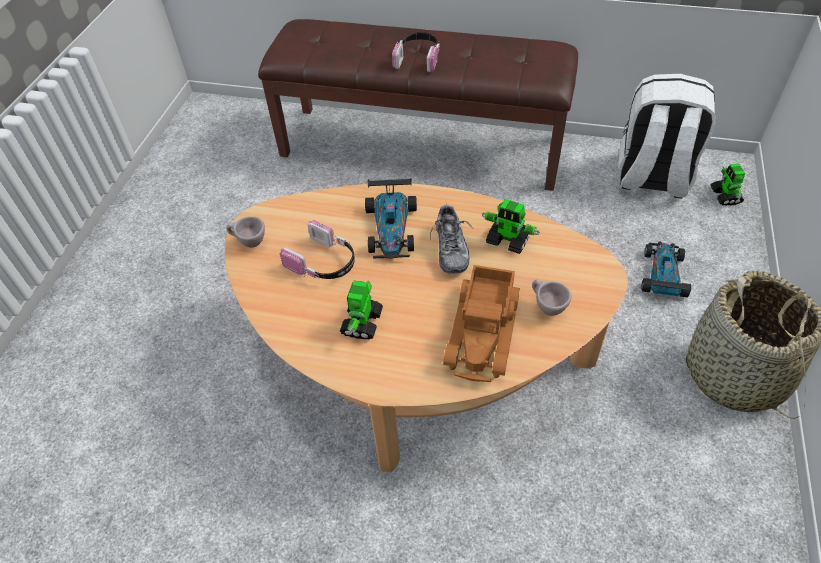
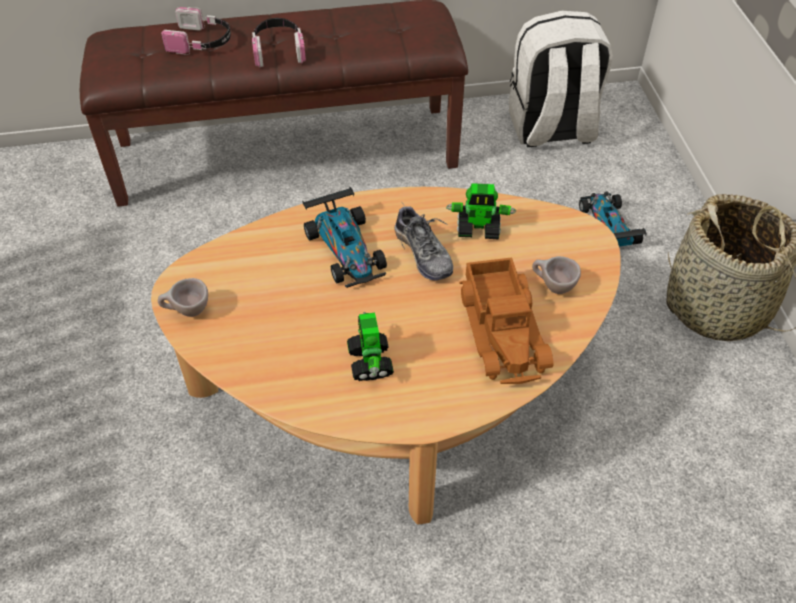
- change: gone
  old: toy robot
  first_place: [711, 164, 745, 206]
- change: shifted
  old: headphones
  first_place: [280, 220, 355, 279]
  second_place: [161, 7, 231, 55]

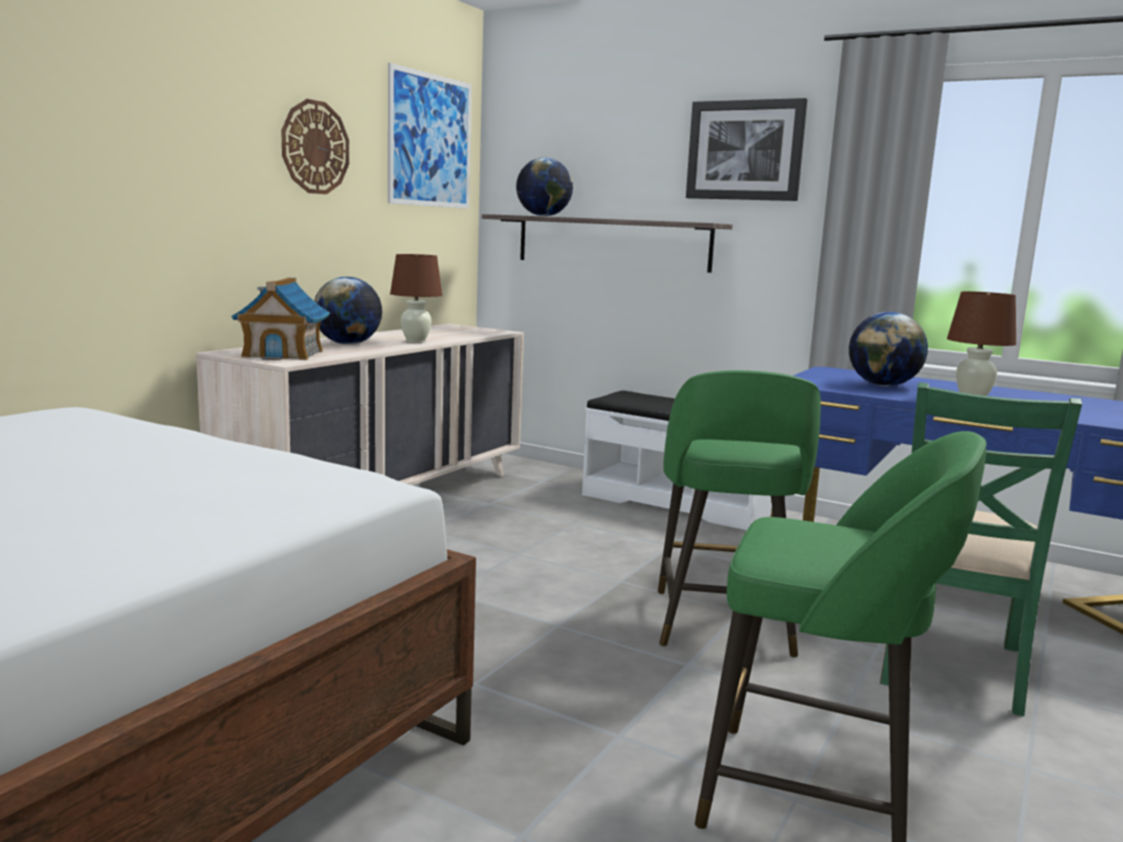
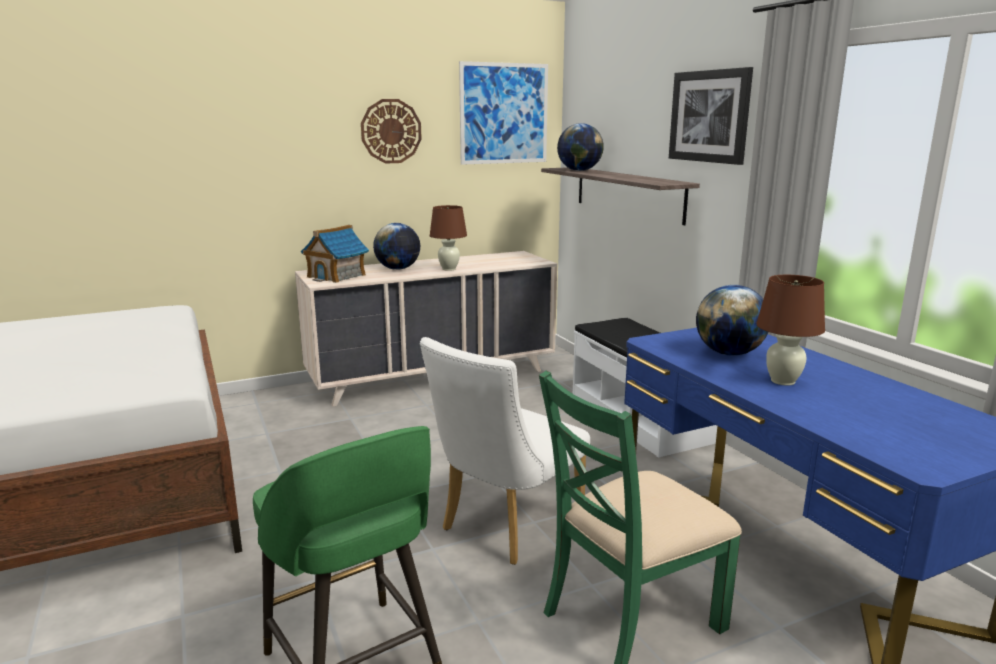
- change: swapped
  old: stool (green)
  new: chair (white)
  first_place: [658, 370, 821, 658]
  second_place: [420, 337, 590, 565]

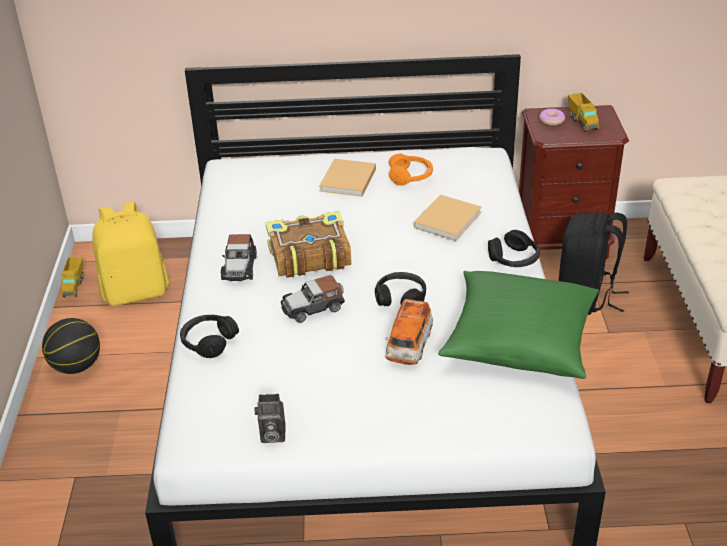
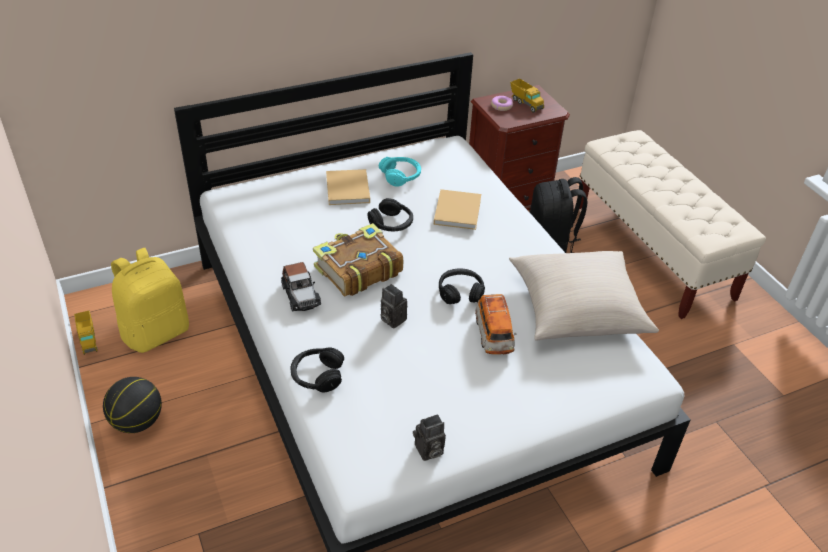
- change: repainted
  old: headphones (orange)
  new: headphones (turquoise)
  first_place: [389, 153, 433, 186]
  second_place: [379, 157, 421, 186]
- change: shifted
  old: headphones (black)
  first_place: [488, 230, 540, 267]
  second_place: [367, 198, 413, 232]
- change: repainted
  old: pillow (green)
  new: pillow (beige)
  first_place: [438, 271, 599, 379]
  second_place: [509, 251, 659, 341]
- change: swapped
  old: toy car
  new: photo camera
  first_place: [281, 275, 345, 323]
  second_place: [381, 284, 407, 328]

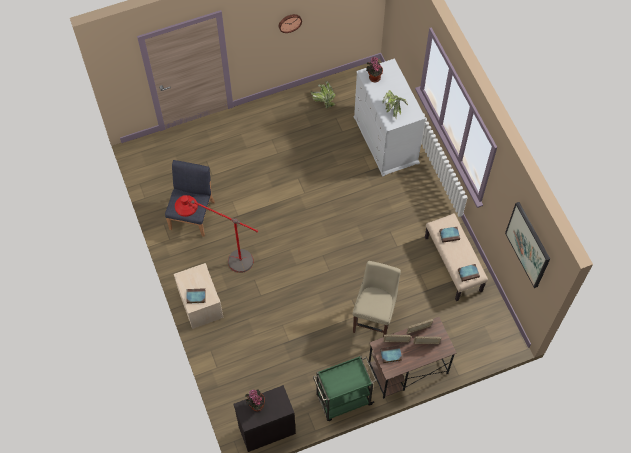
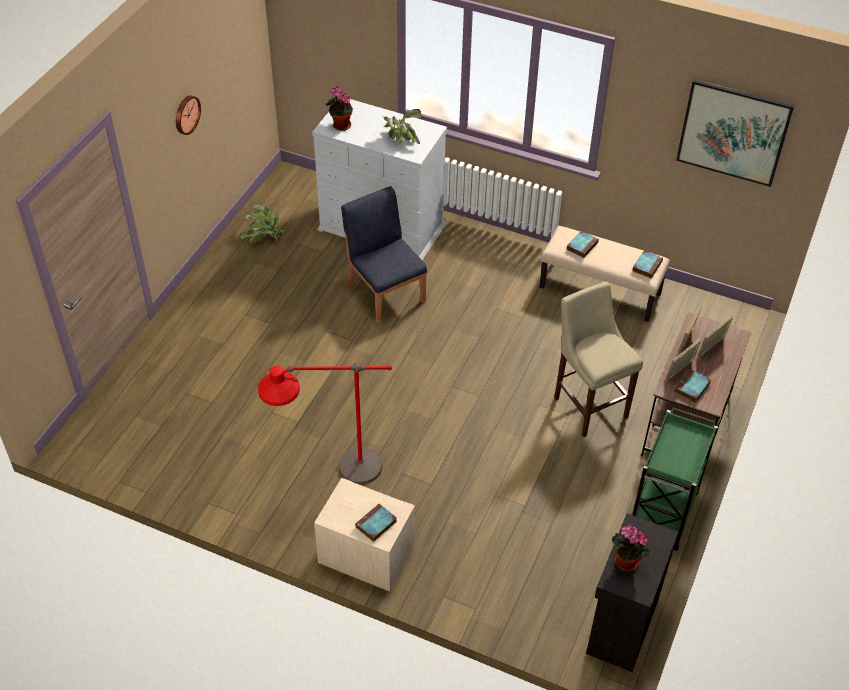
- change: shifted
  old: chair (blue)
  first_place: [165, 160, 215, 237]
  second_place: [341, 186, 427, 323]

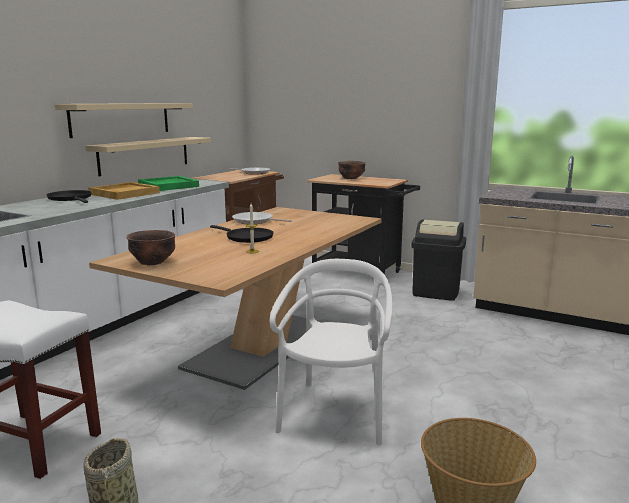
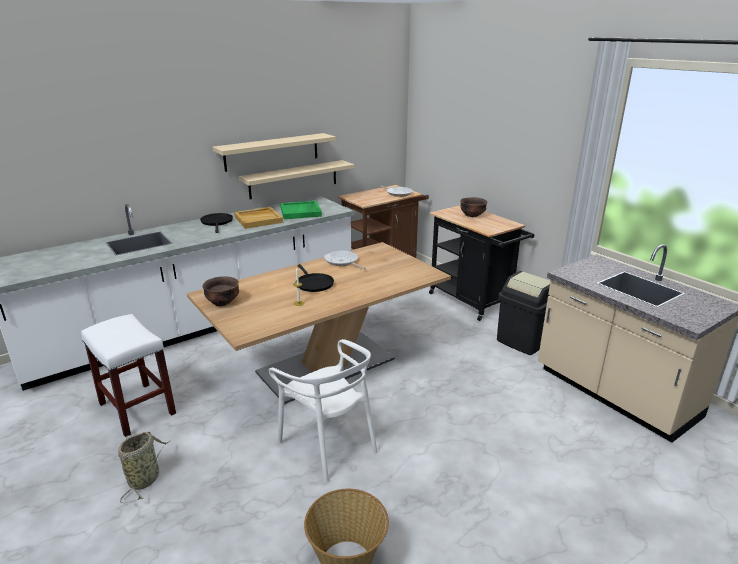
- change: rotated
  old: chair (white)
  first_place: [270, 259, 392, 445]
  second_place: [269, 339, 377, 482]
  degrees: 105

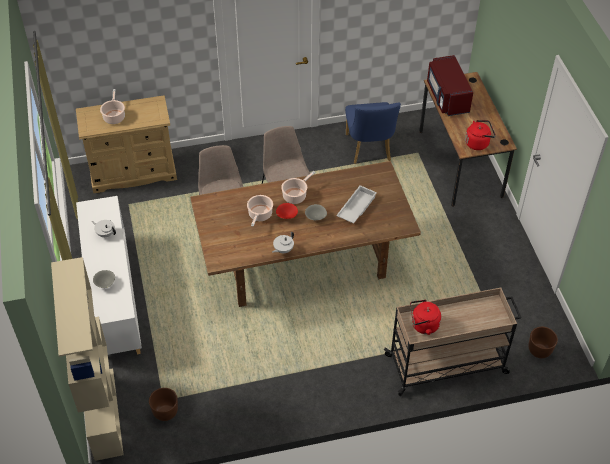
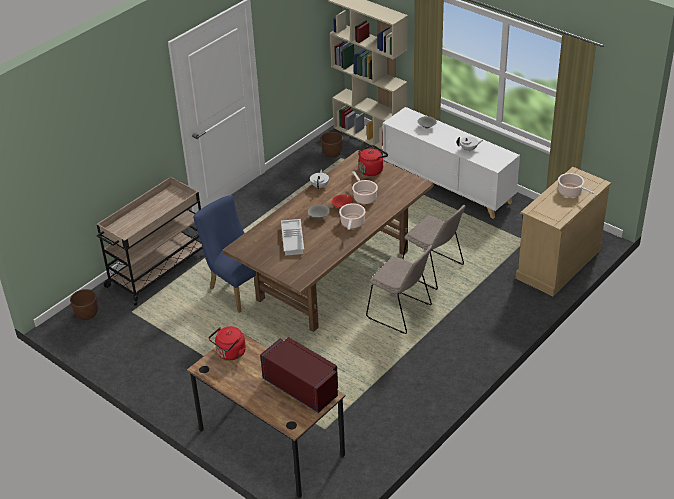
- change: shifted
  old: chair (blue)
  first_place: [345, 102, 401, 164]
  second_place: [193, 195, 274, 313]
- change: shifted
  old: kettle (red)
  first_place: [410, 300, 441, 335]
  second_place: [358, 145, 388, 176]

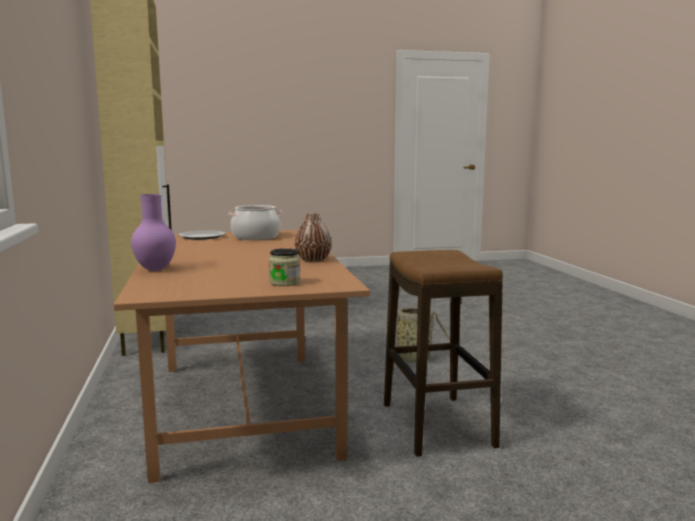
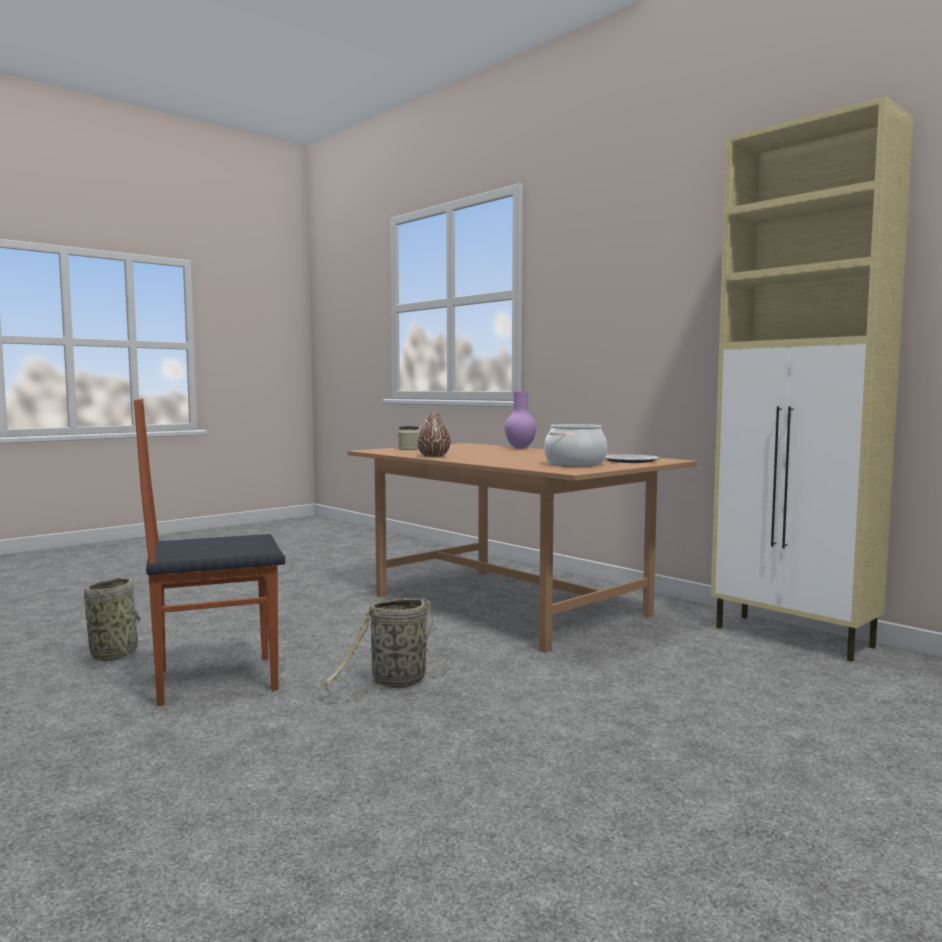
- change: gone
  old: stool
  first_place: [384, 250, 503, 457]
- change: new
  new: chair
  second_place: [134, 399, 285, 706]
- change: new
  new: basket
  second_place: [84, 577, 141, 669]

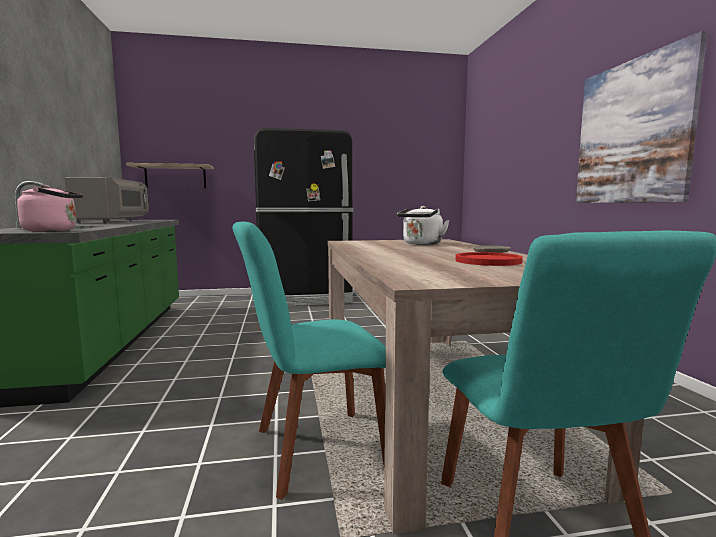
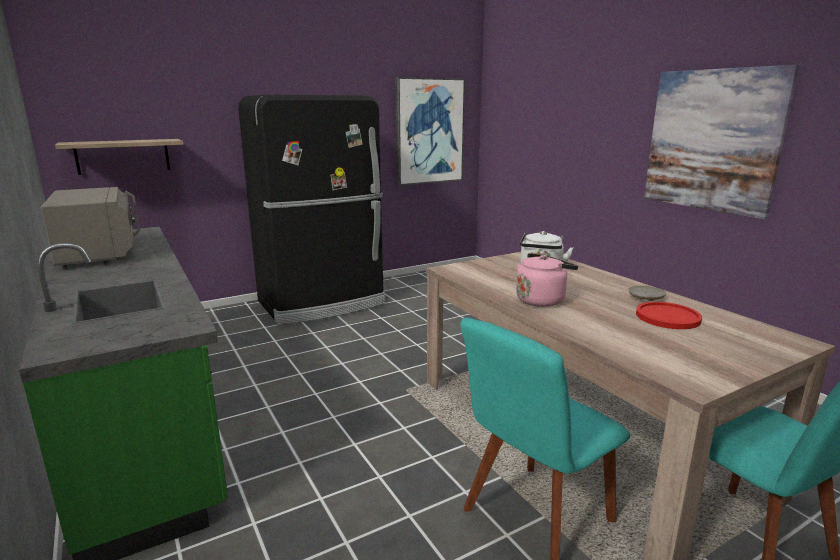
- change: shifted
  old: kettle (pink)
  first_place: [17, 185, 83, 232]
  second_place: [516, 253, 578, 307]
- change: new
  new: picture
  second_place: [395, 77, 465, 186]

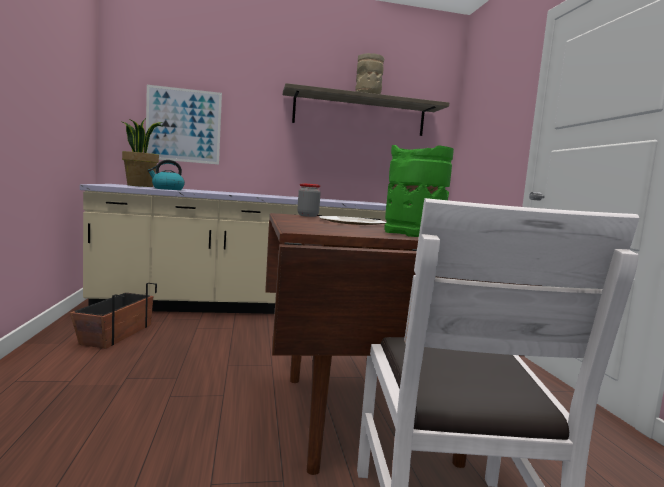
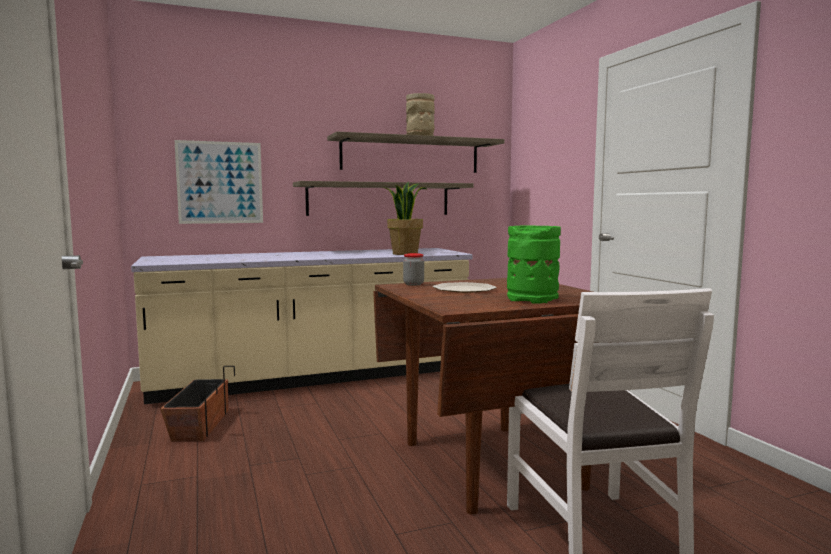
- change: shifted
  old: potted plant
  first_place: [122, 118, 164, 187]
  second_place: [383, 181, 427, 255]
- change: gone
  old: kettle
  first_place: [147, 160, 185, 190]
- change: new
  new: shelf
  second_place: [293, 181, 474, 216]

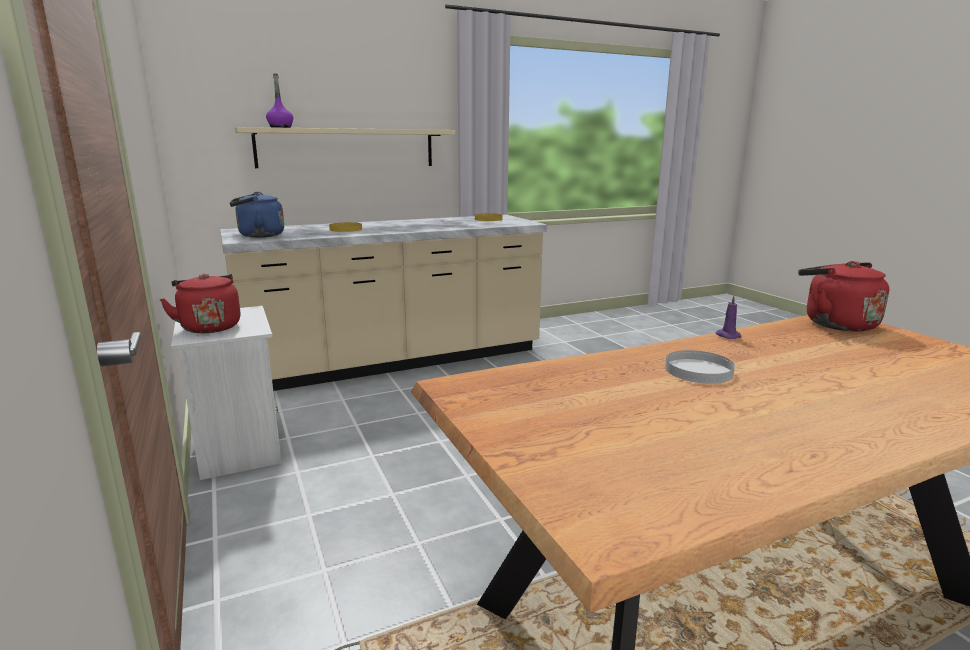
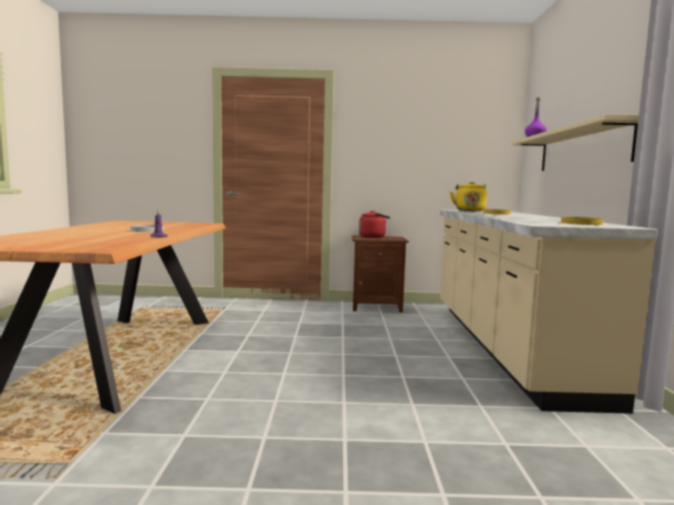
- change: repainted
  old: kettle (blue)
  new: kettle (yellow)
  first_place: [230, 192, 284, 237]
  second_place: [450, 182, 487, 211]
- change: gone
  old: kettle (red)
  first_place: [798, 261, 889, 332]
- change: repainted
  old: nightstand (white)
  new: nightstand (brown)
  first_place: [171, 306, 282, 480]
  second_place: [352, 235, 409, 312]

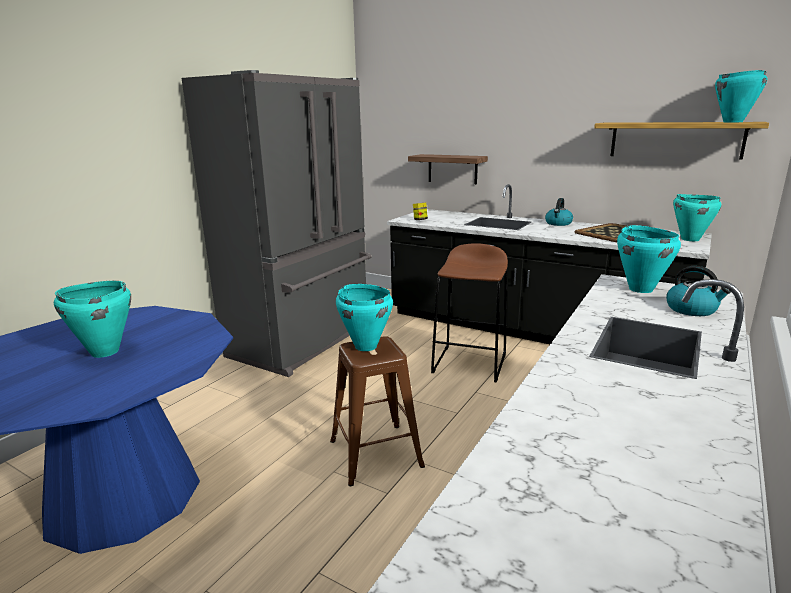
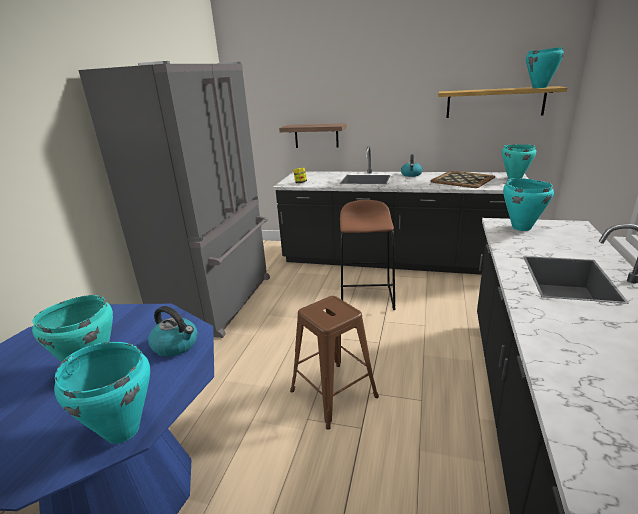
- change: shifted
  old: kettle
  first_place: [666, 266, 731, 316]
  second_place: [148, 306, 197, 357]
- change: shifted
  old: cooking pot (turquoise)
  first_place: [336, 284, 393, 351]
  second_place: [54, 342, 150, 444]

